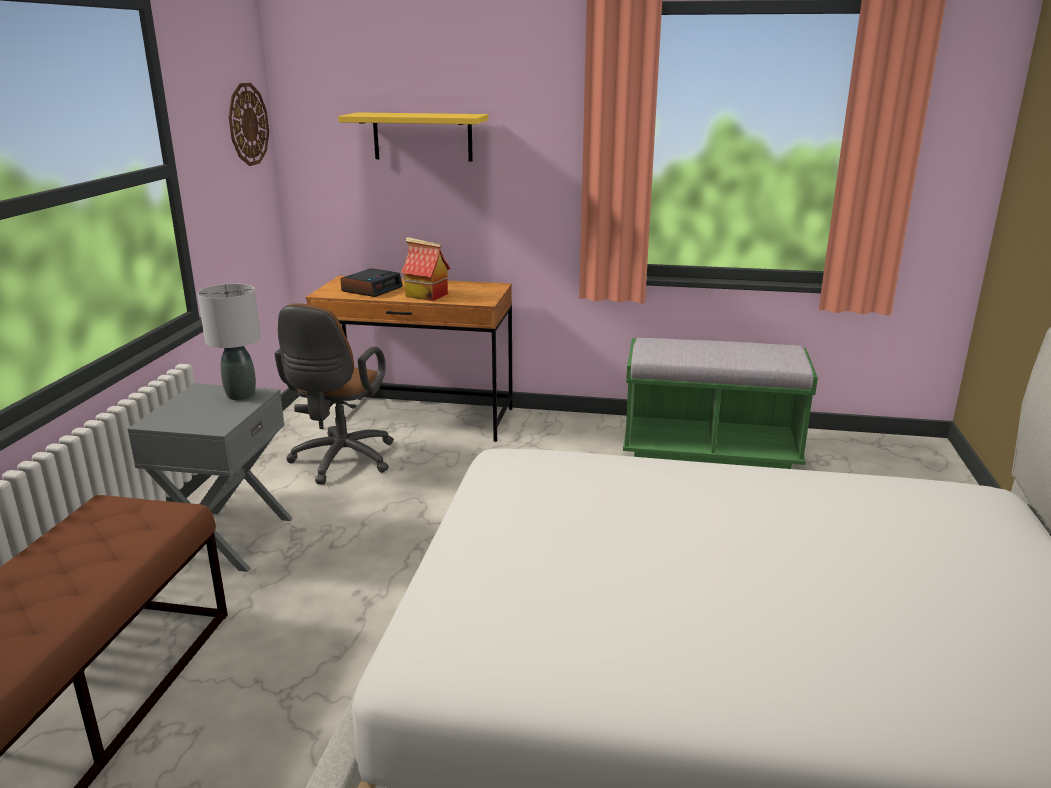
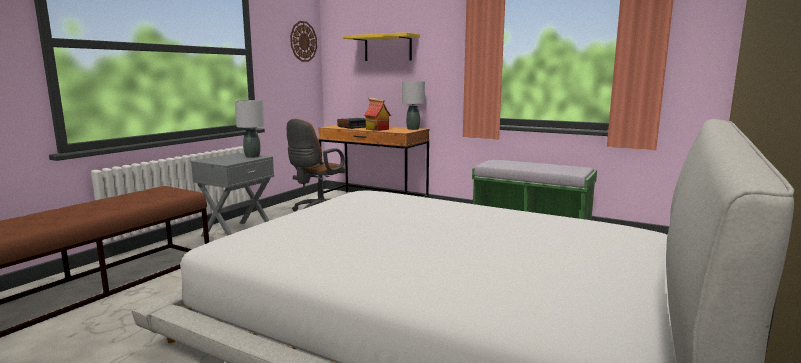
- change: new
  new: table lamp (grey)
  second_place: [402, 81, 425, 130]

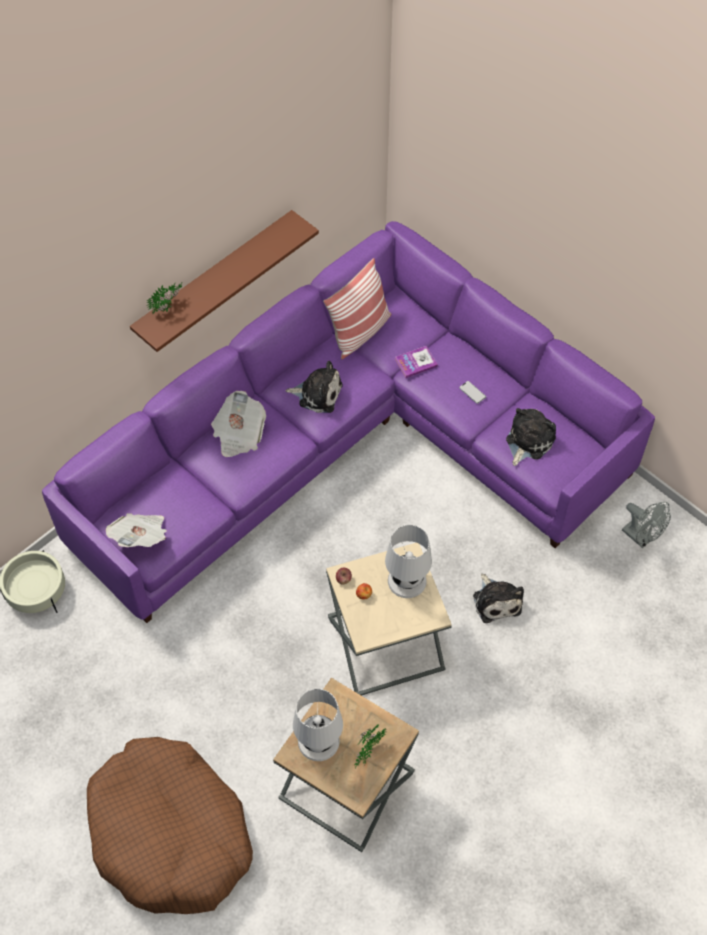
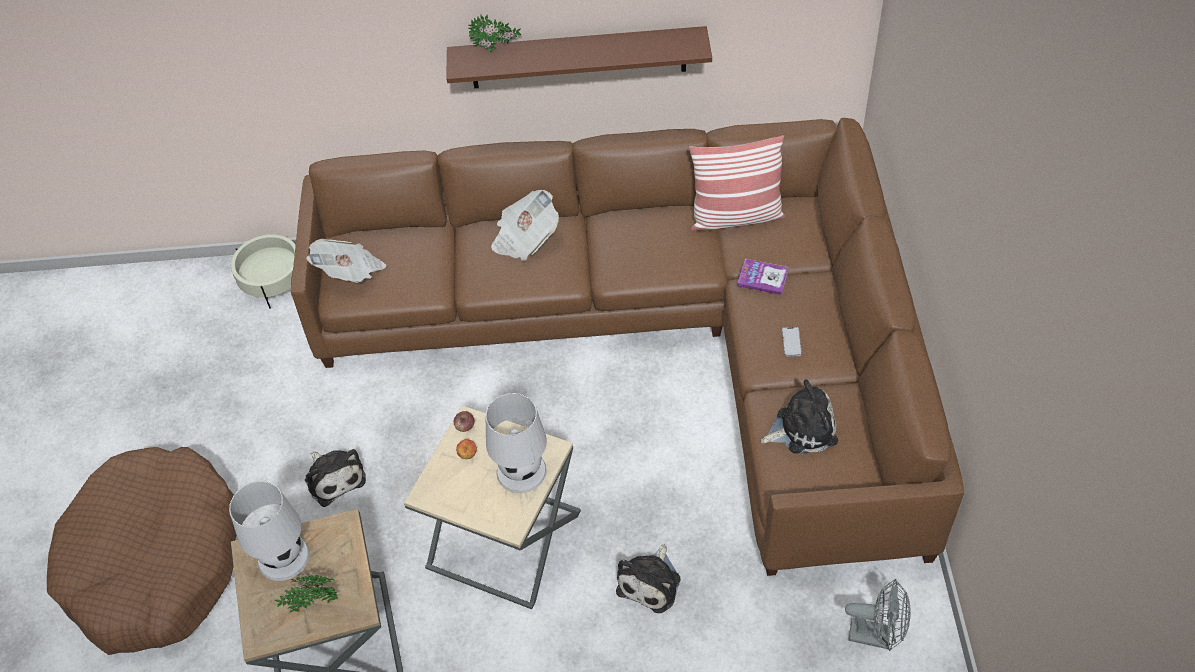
- change: repainted
  old: sofa (purple)
  new: sofa (brown)
  first_place: [42, 221, 655, 623]
  second_place: [291, 118, 965, 576]
- change: shifted
  old: plush toy
  first_place: [285, 361, 343, 413]
  second_place: [305, 449, 366, 507]
- change: rotated
  old: fan (grey)
  first_place: [622, 502, 671, 548]
  second_place: [845, 579, 911, 651]
  degrees: -75

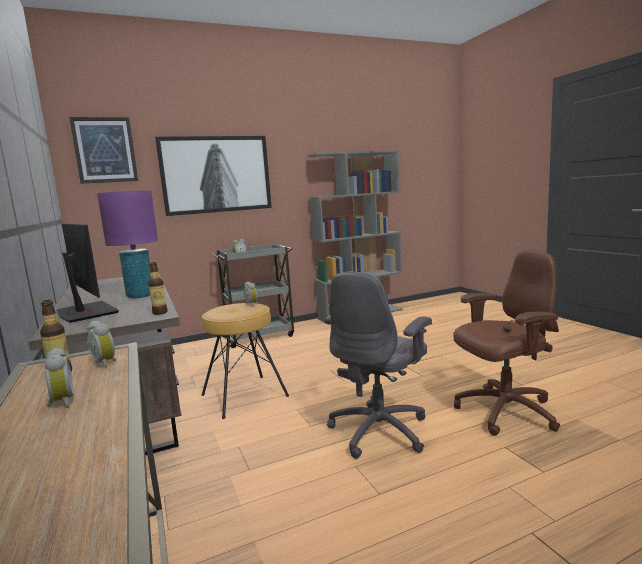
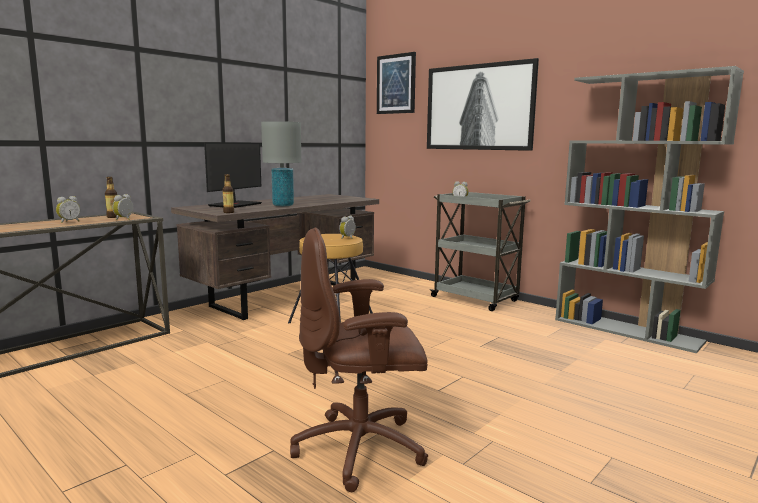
- change: repainted
  old: table lamp (purple)
  new: table lamp (grey)
  first_place: [97, 190, 158, 298]
  second_place: [261, 121, 301, 206]
- change: rotated
  old: office chair (brown)
  first_place: [453, 249, 560, 436]
  second_place: [290, 227, 428, 492]
  degrees: 120
- change: gone
  old: office chair (grey)
  first_place: [325, 272, 432, 459]

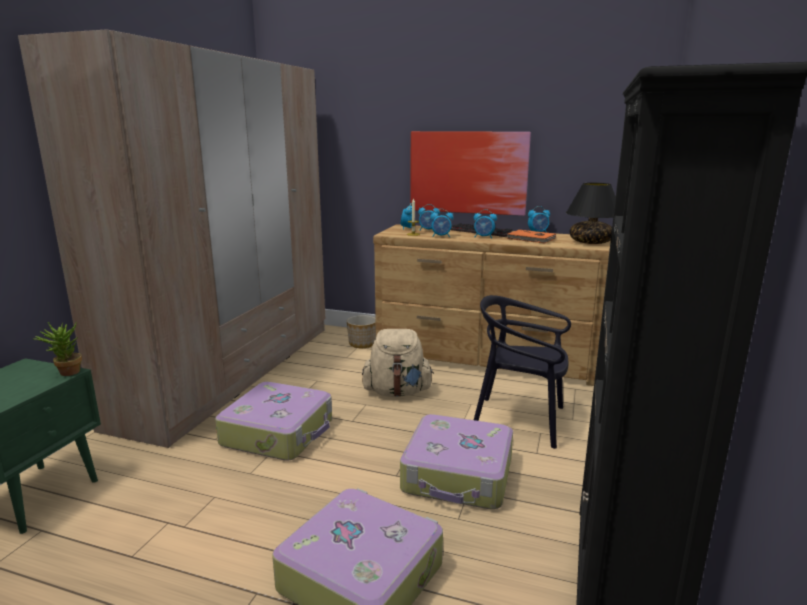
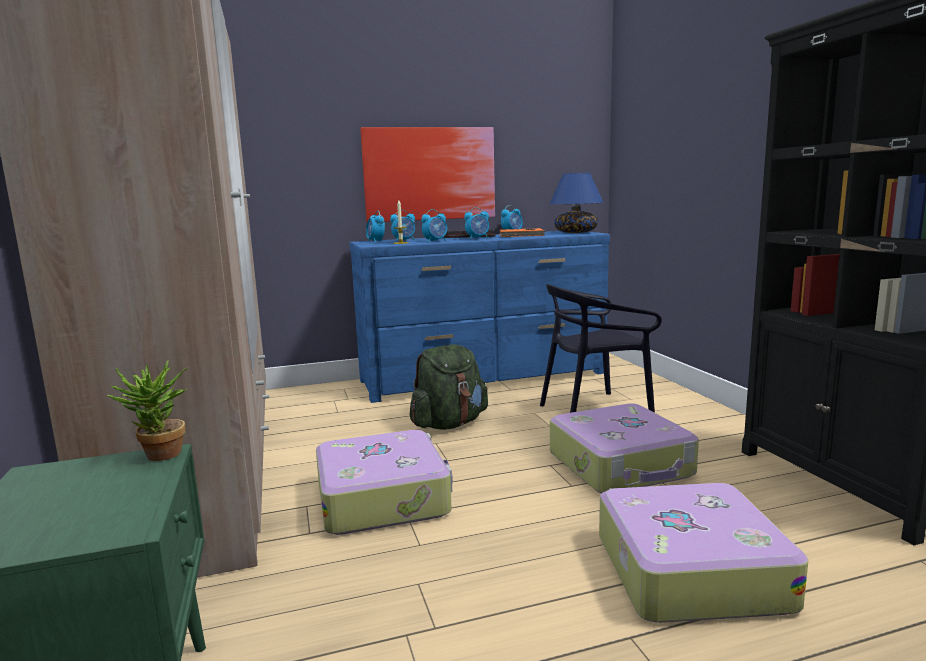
- change: repainted
  old: table lamp (black)
  new: table lamp (blue)
  first_place: [566, 183, 616, 244]
  second_place: [550, 173, 604, 233]
- change: repainted
  old: dresser (brown)
  new: dresser (blue)
  first_place: [373, 224, 611, 386]
  second_place: [349, 231, 610, 403]
- change: gone
  old: planter
  first_place: [347, 315, 376, 348]
- change: repainted
  old: backpack (beige)
  new: backpack (green)
  first_place: [362, 329, 434, 397]
  second_place: [409, 344, 488, 430]

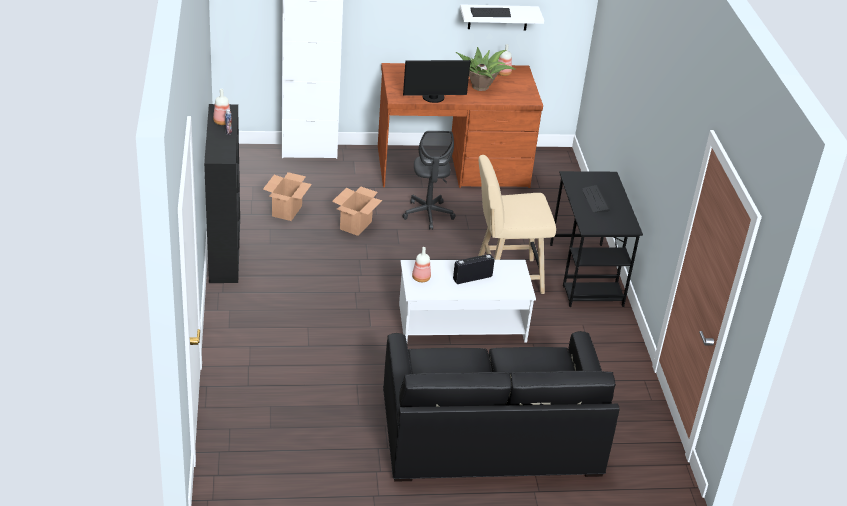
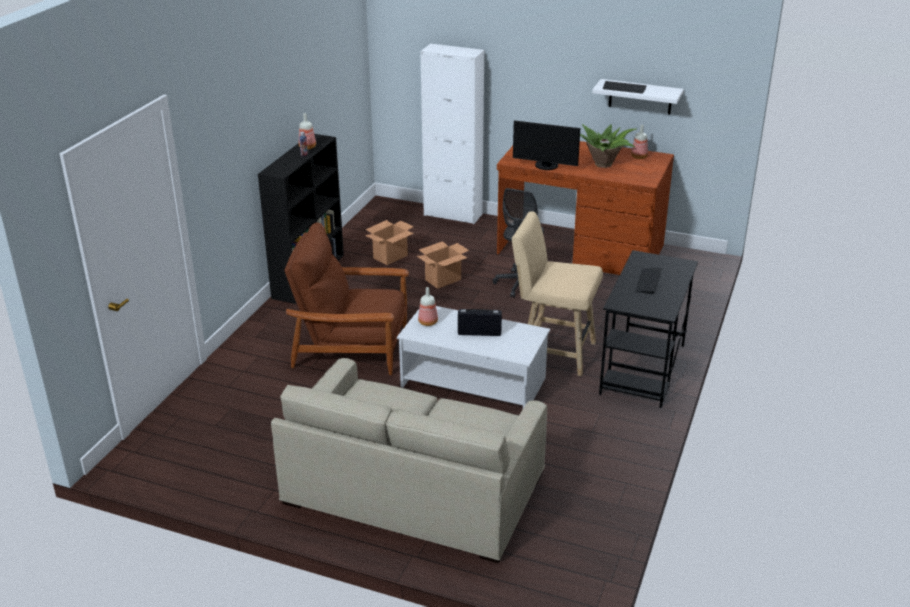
- change: repainted
  old: sofa (black)
  new: sofa (beige)
  first_place: [383, 331, 620, 482]
  second_place: [271, 358, 547, 563]
- change: new
  new: armchair (brown)
  second_place: [284, 222, 409, 375]

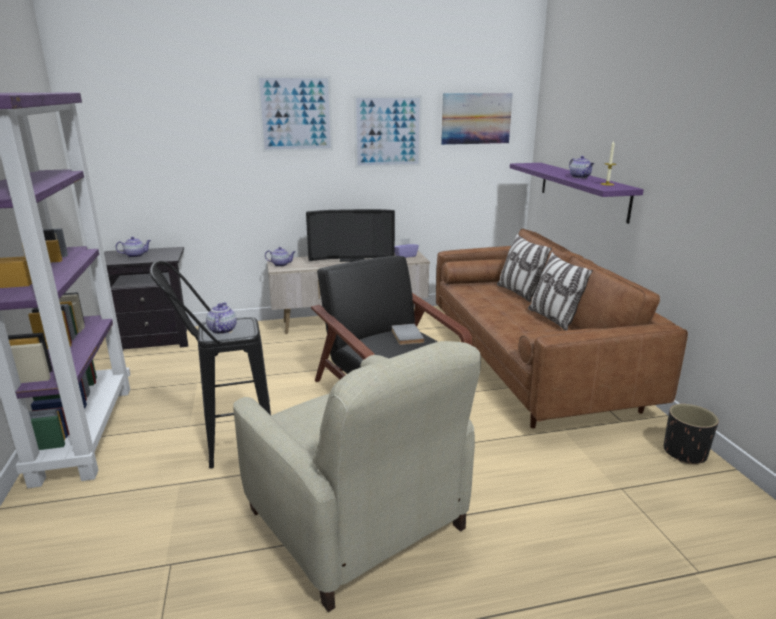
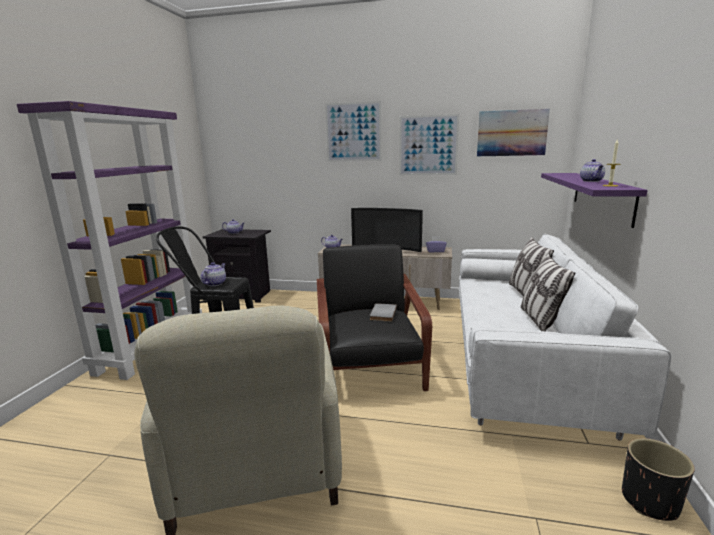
- change: repainted
  old: sofa (brown)
  new: sofa (white)
  first_place: [436, 229, 688, 429]
  second_place: [459, 234, 671, 441]

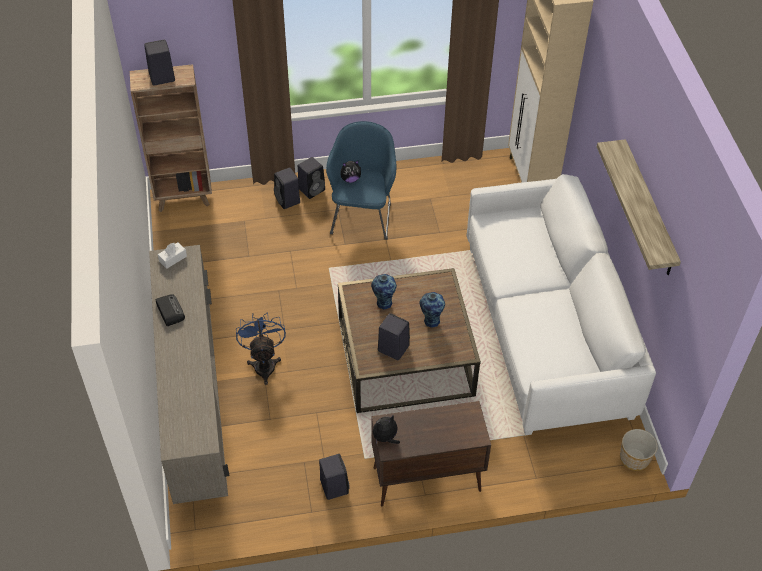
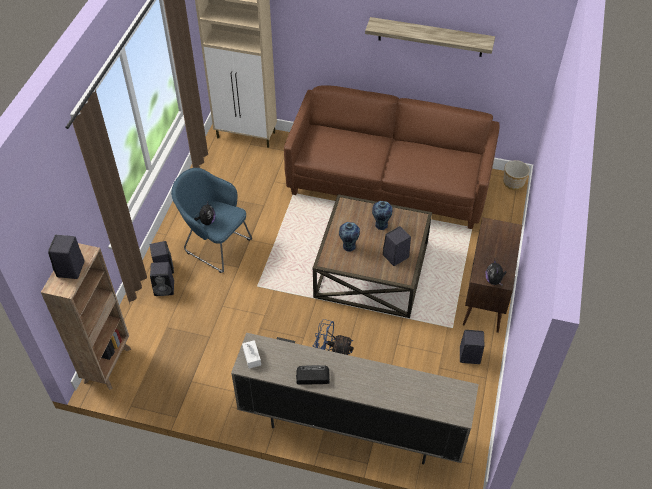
- change: repainted
  old: sofa (white)
  new: sofa (brown)
  first_place: [467, 174, 656, 435]
  second_place: [284, 85, 500, 229]

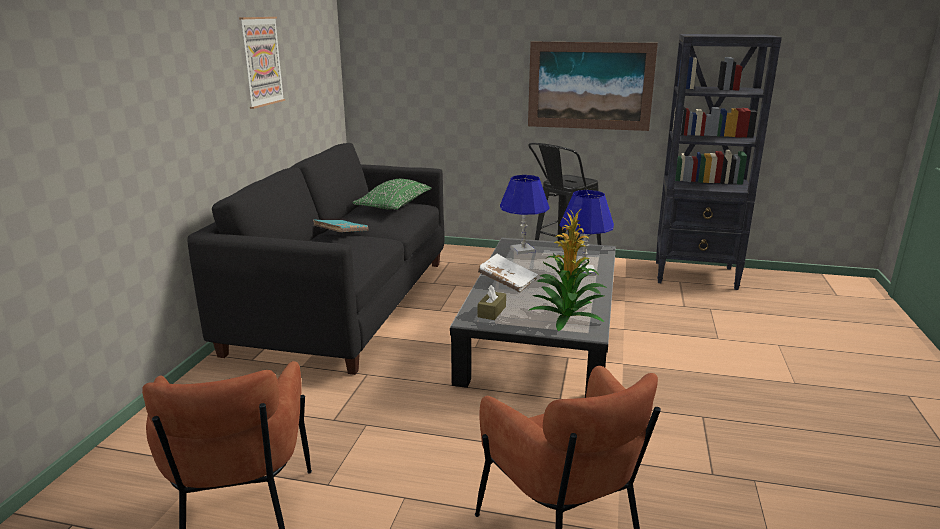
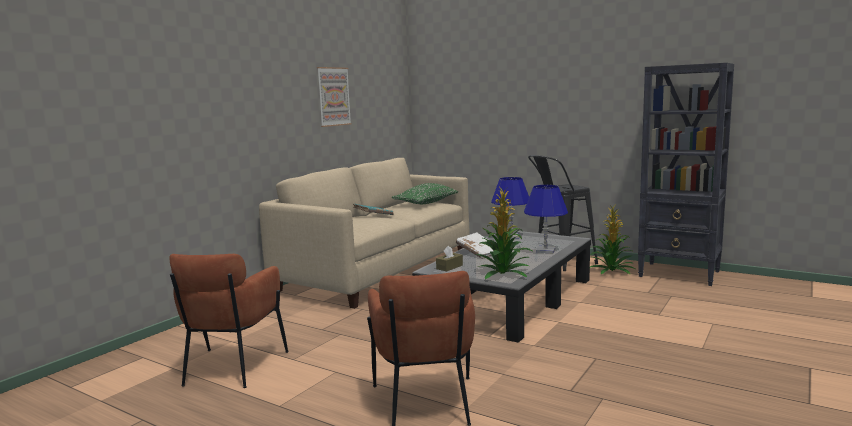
- change: gone
  old: picture
  first_place: [528, 42, 658, 131]
- change: repainted
  old: sofa (black)
  new: sofa (beige)
  first_place: [188, 143, 444, 375]
  second_place: [259, 158, 469, 309]
- change: new
  new: potted plant
  second_place: [590, 204, 635, 274]

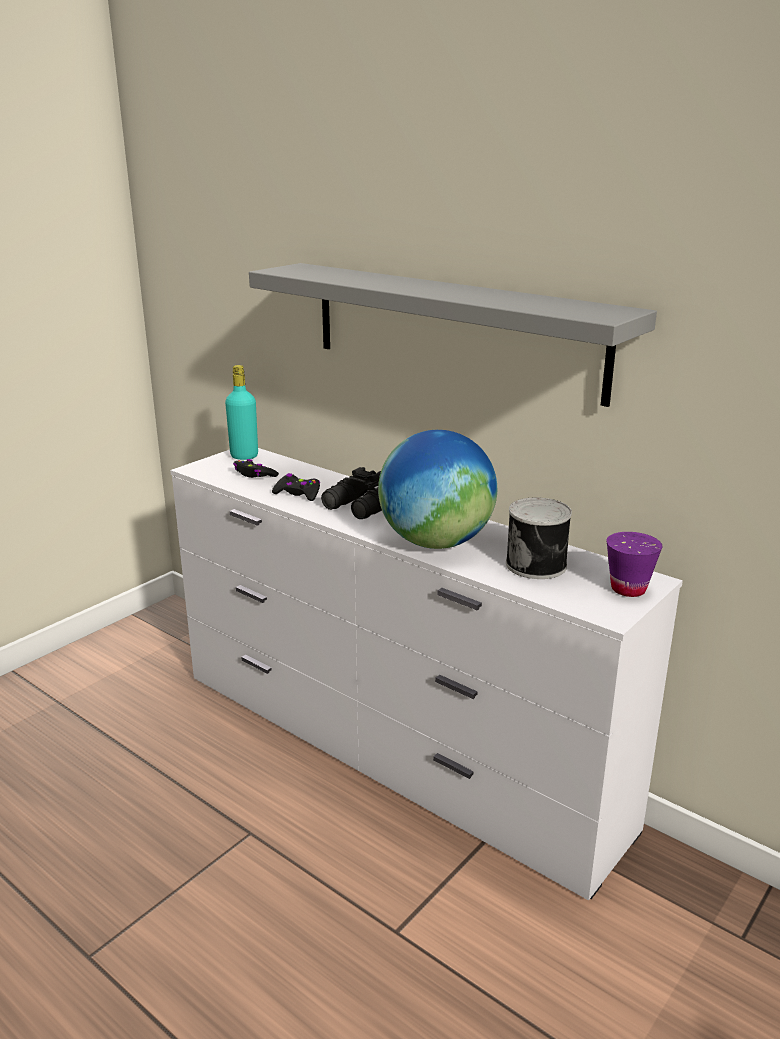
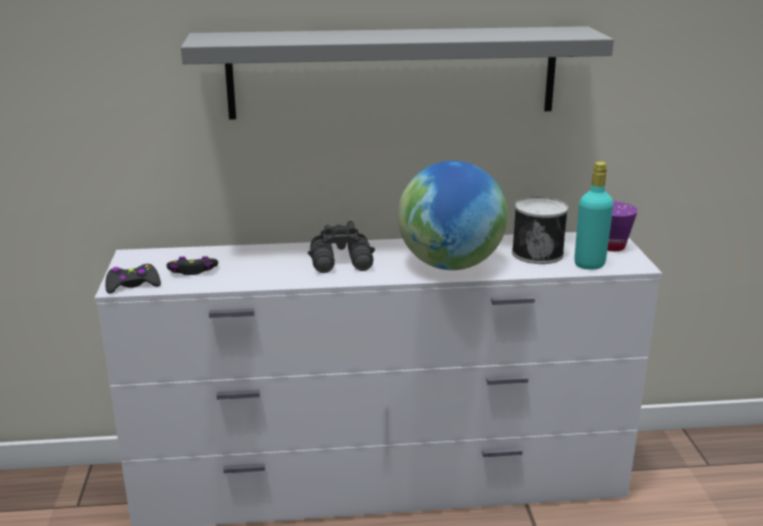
- change: shifted
  old: bottle (turquoise)
  first_place: [225, 365, 258, 460]
  second_place: [574, 162, 614, 270]
- change: shifted
  old: game controller (black)
  first_place: [272, 473, 320, 501]
  second_place: [105, 264, 161, 293]

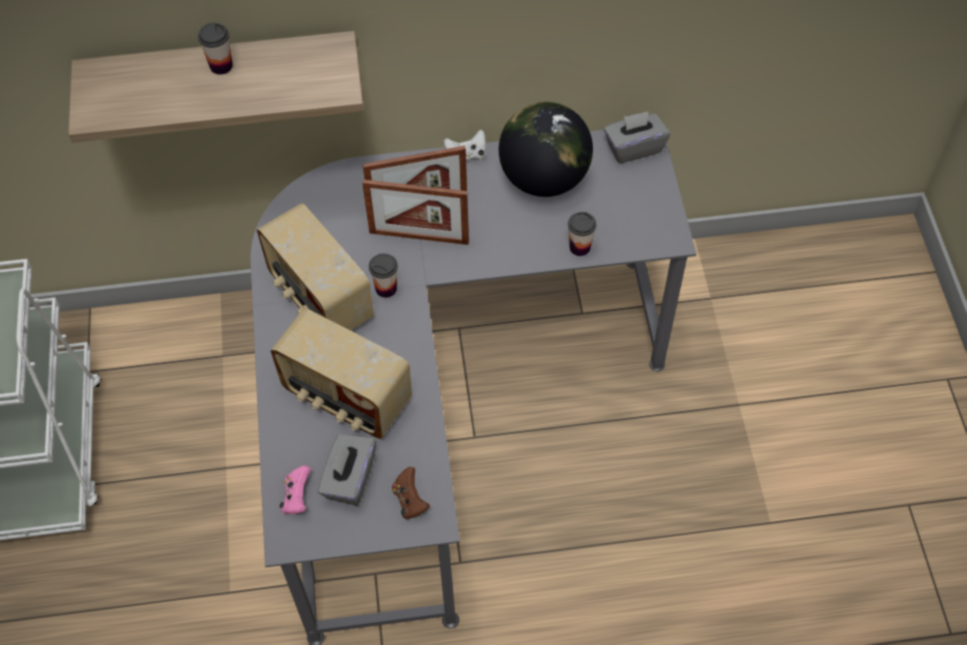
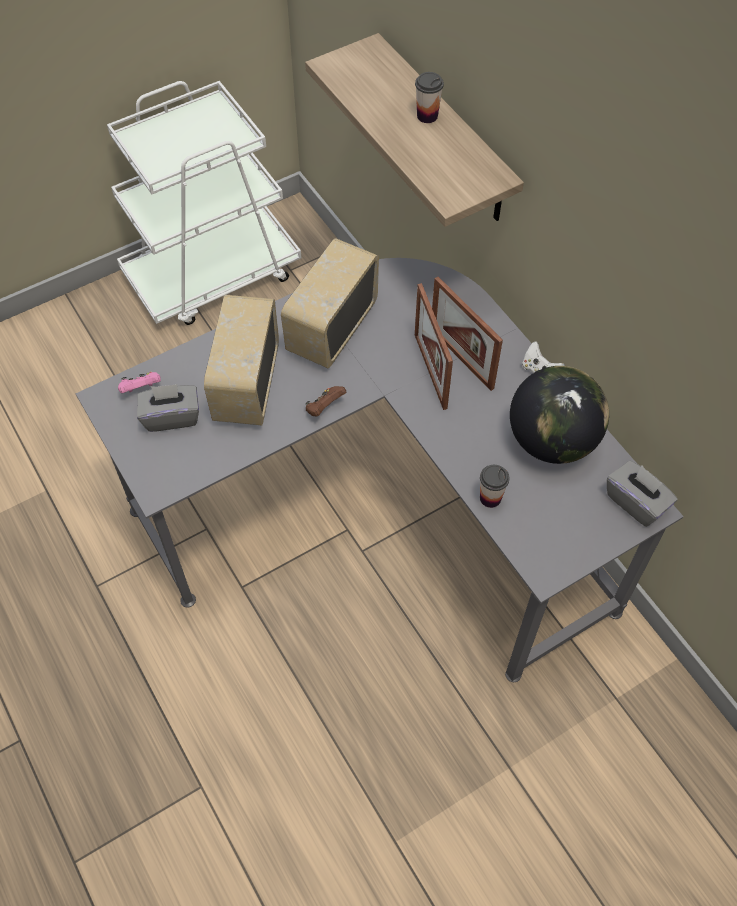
- change: gone
  old: cup
  first_place: [369, 253, 398, 298]
- change: shifted
  old: game controller (brown)
  first_place: [392, 467, 430, 520]
  second_place: [305, 386, 346, 416]

